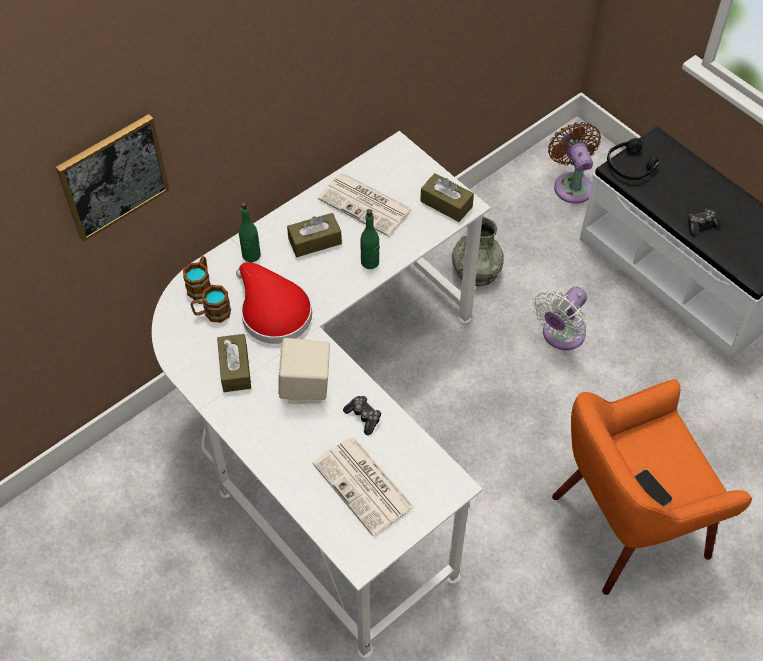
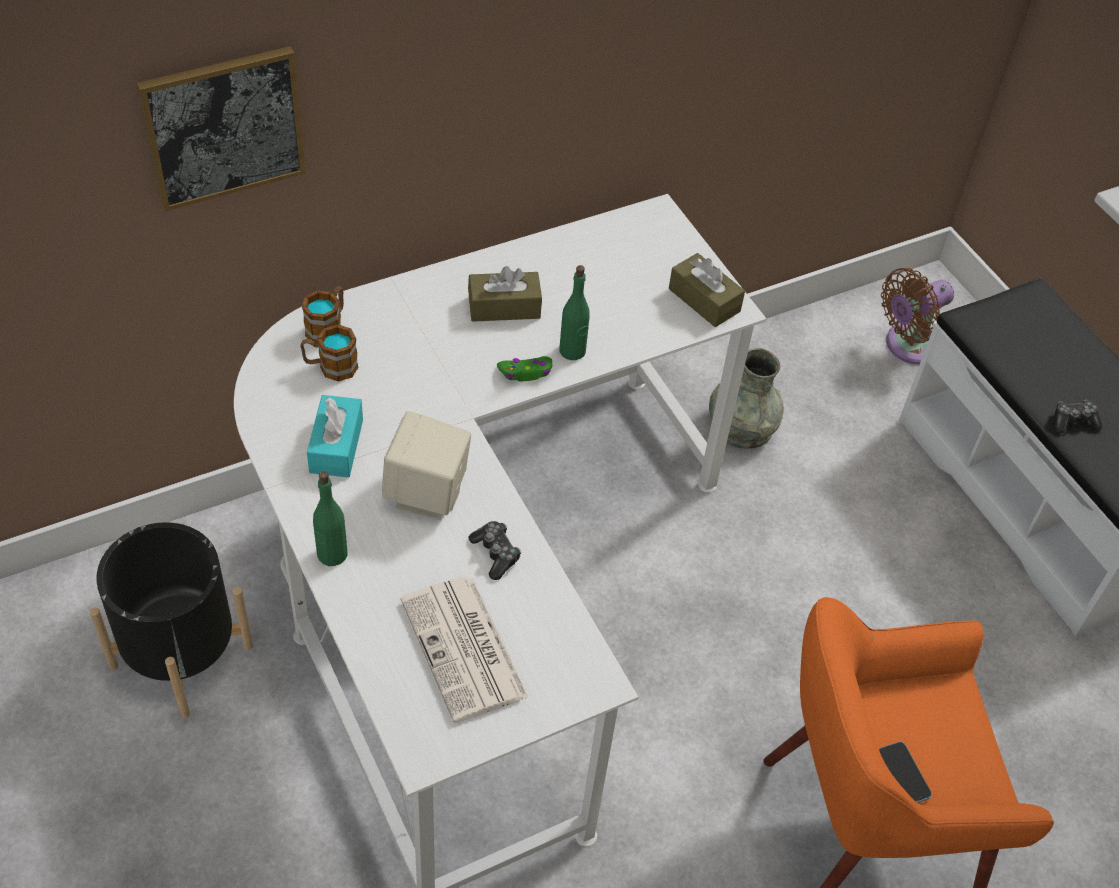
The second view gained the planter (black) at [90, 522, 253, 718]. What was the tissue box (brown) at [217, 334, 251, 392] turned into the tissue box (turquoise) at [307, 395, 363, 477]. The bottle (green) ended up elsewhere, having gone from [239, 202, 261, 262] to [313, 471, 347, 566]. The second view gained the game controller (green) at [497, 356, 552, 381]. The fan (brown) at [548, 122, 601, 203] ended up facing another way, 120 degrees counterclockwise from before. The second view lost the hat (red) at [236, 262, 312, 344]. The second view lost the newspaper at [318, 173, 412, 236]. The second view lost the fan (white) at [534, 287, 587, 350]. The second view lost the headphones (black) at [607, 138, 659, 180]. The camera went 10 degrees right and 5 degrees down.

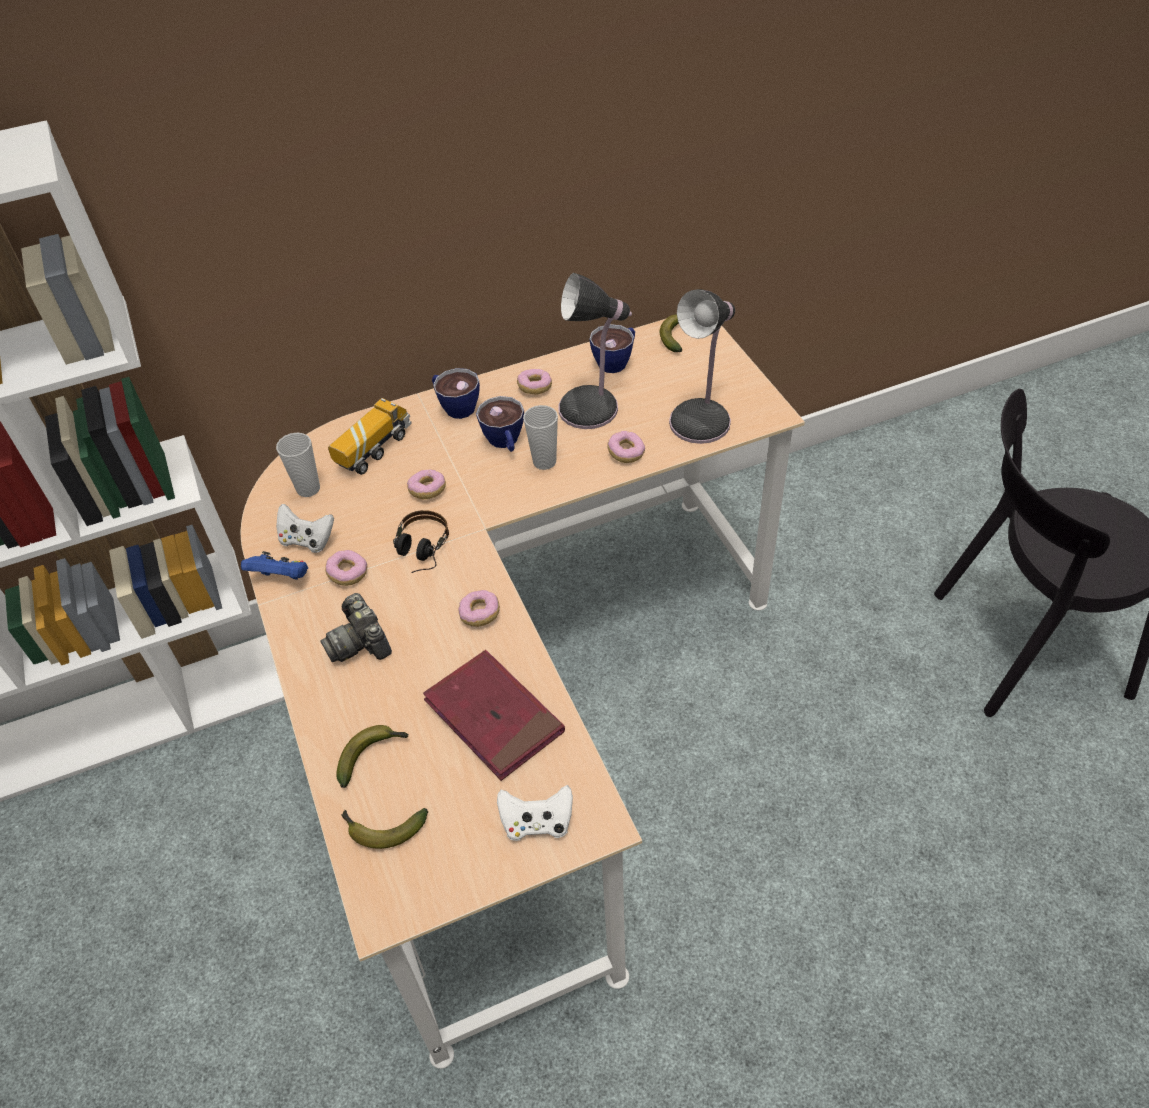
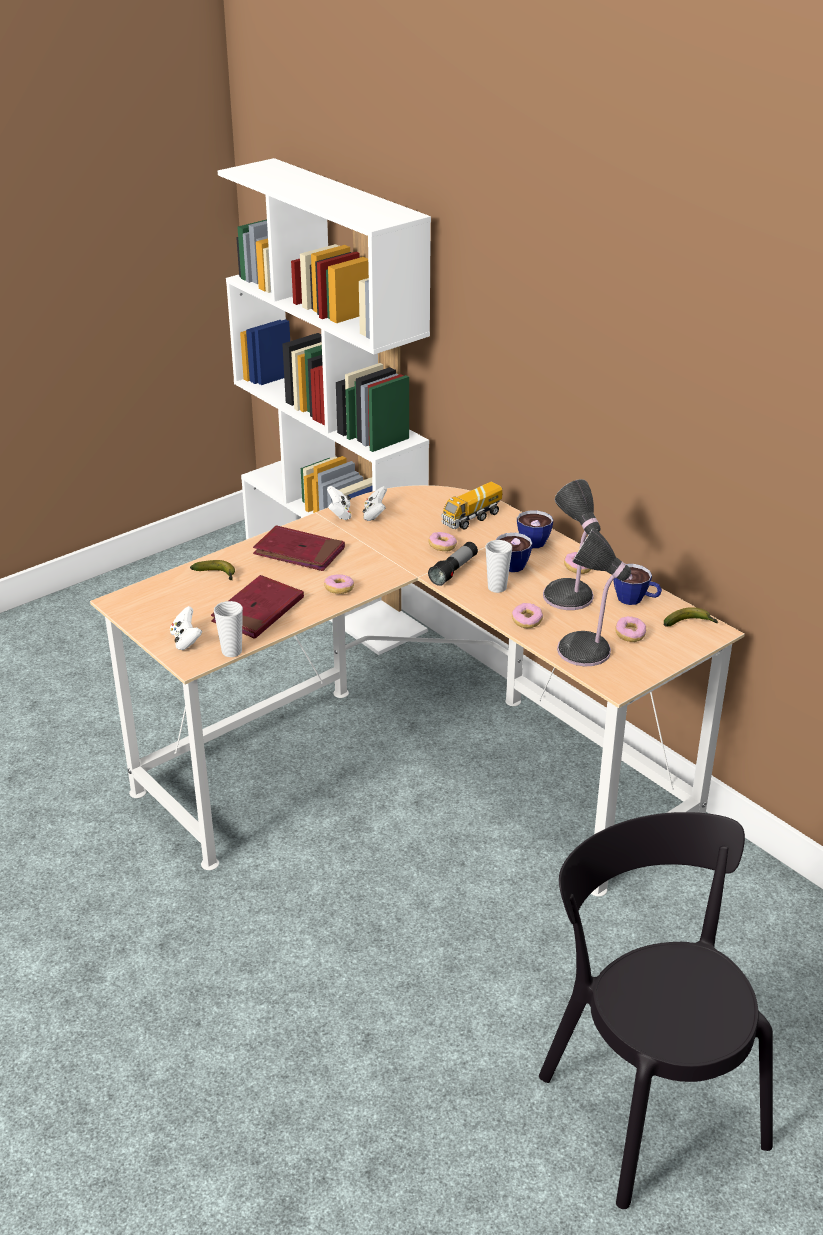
The cup ended up elsewhere, having gone from [276, 433, 320, 497] to [214, 601, 243, 657]. Where the photo camera stood at [320, 593, 392, 662], the book (red) came to stand at [253, 525, 345, 571]. What was the game controller (blue) at [241, 551, 308, 580] turned into the game controller (white) at [327, 486, 351, 520]. The second view gained the flashlight at [428, 542, 478, 586]. The toy truck at [328, 398, 411, 475] ended up facing another way, 120 degrees clockwise from before. The donut ended up elsewhere, having gone from [325, 550, 367, 586] to [615, 616, 646, 642]. The second view lost the banana at [341, 808, 428, 849]. The second view lost the headphones at [393, 510, 449, 573]. The camera went 70 degrees right and 15 degrees down.

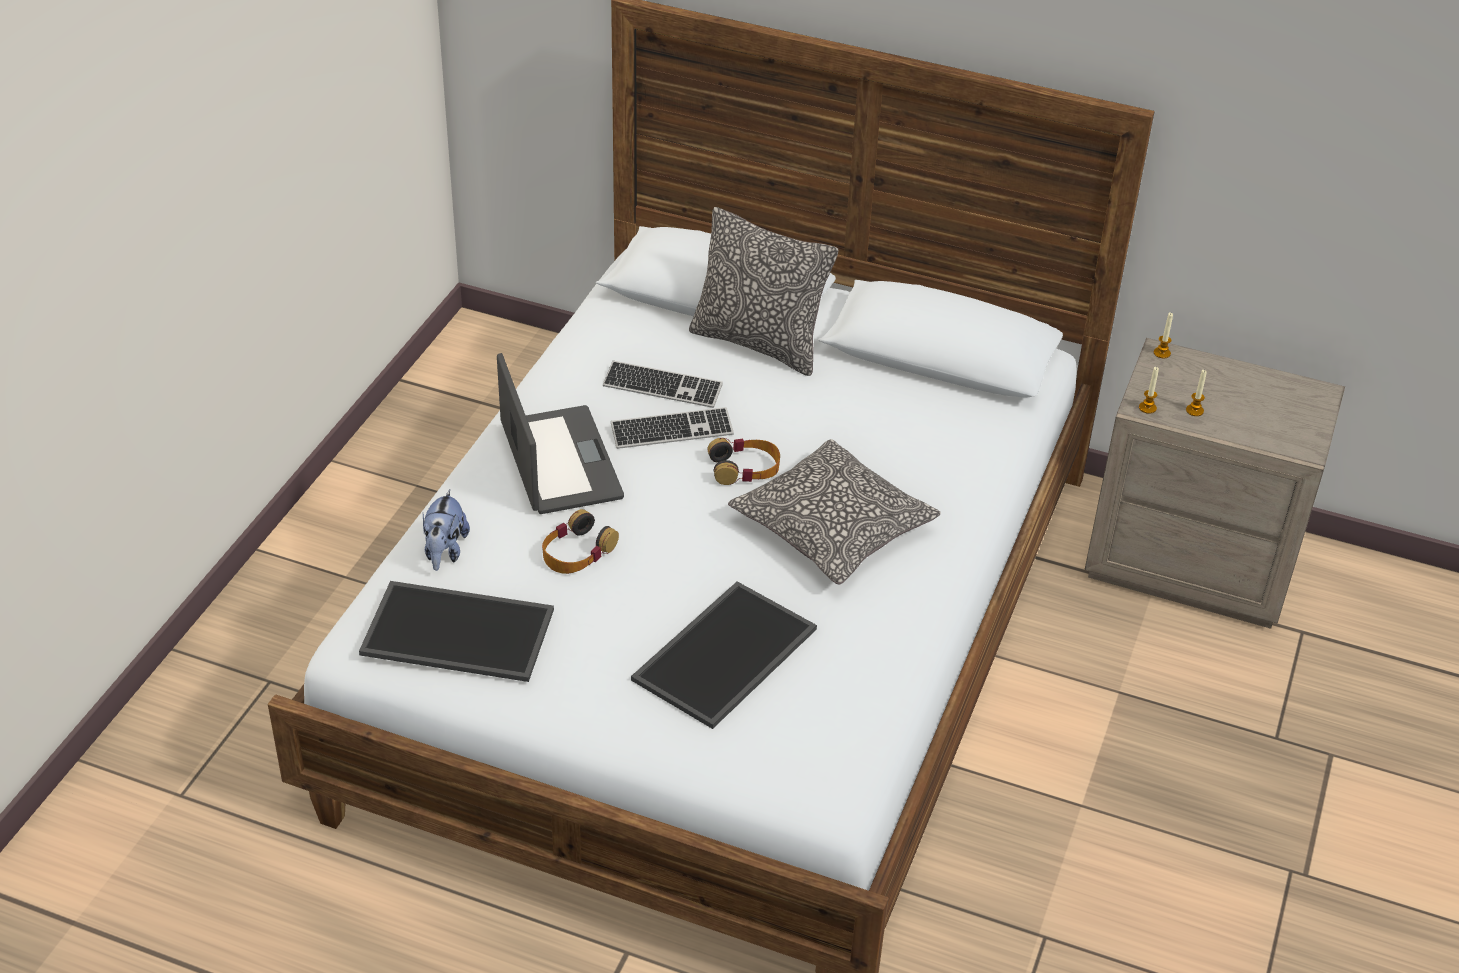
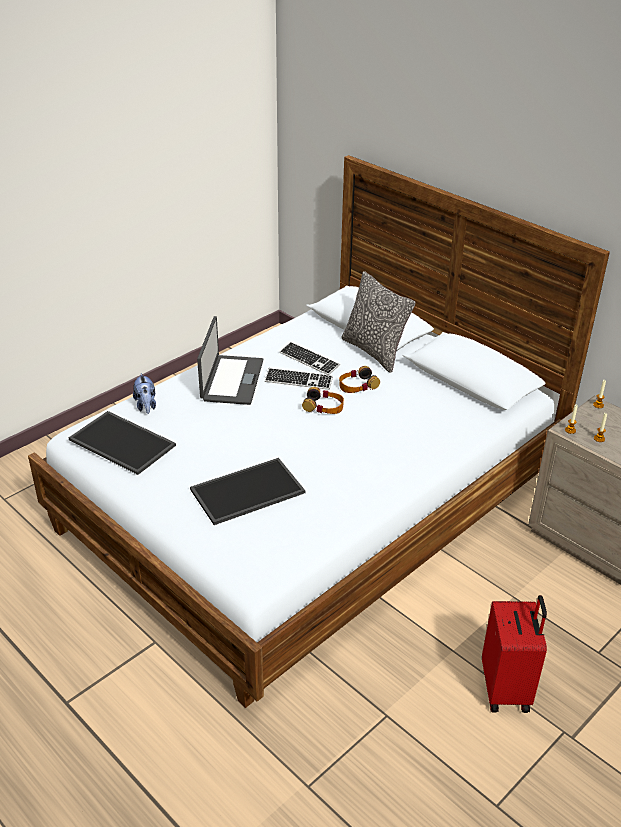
The plush toy at [423, 489, 470, 571] ended up facing another way, 45 degrees counterclockwise from before. The headphones ended up elsewhere, having gone from [542, 509, 619, 574] to [339, 366, 380, 393]. The second view gained the suitcase (red) at [482, 595, 547, 713]. The second view lost the pillow at [728, 439, 941, 584]. The camera went 25 degrees right and 5 degrees down.

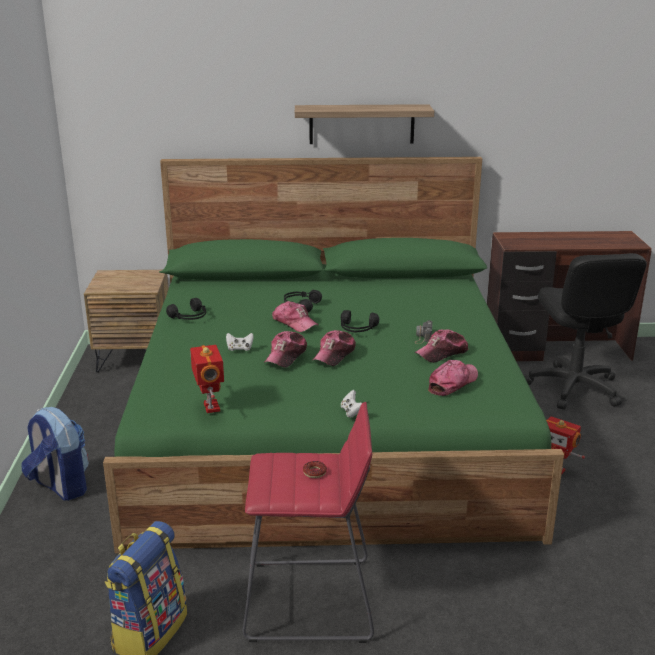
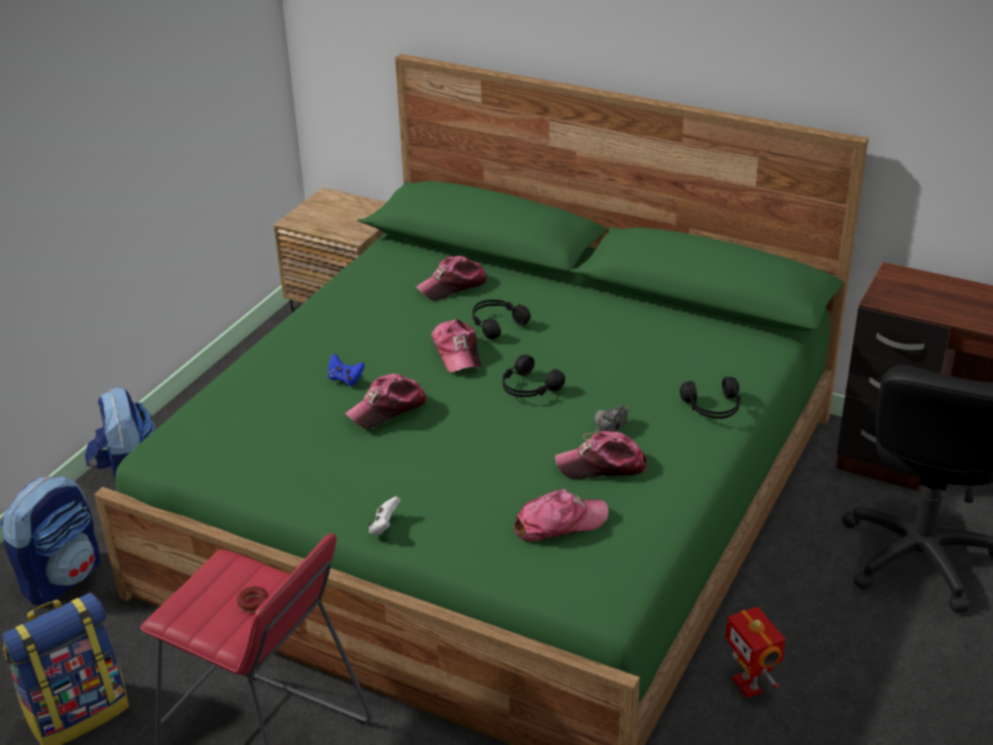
The second view gained the backpack at [1, 476, 101, 605]. What was the game controller (white) at [226, 333, 254, 351] turned into the game controller (blue) at [328, 354, 365, 386]. The cap ended up elsewhere, having gone from [312, 330, 356, 366] to [416, 256, 488, 300]. The headphones (black) ended up elsewhere, having gone from [166, 298, 206, 320] to [680, 377, 741, 419]. The second view lost the toy robot at [190, 345, 224, 413]. The second view lost the shelf at [295, 104, 434, 144]. The camera went 30 degrees right and 10 degrees up.

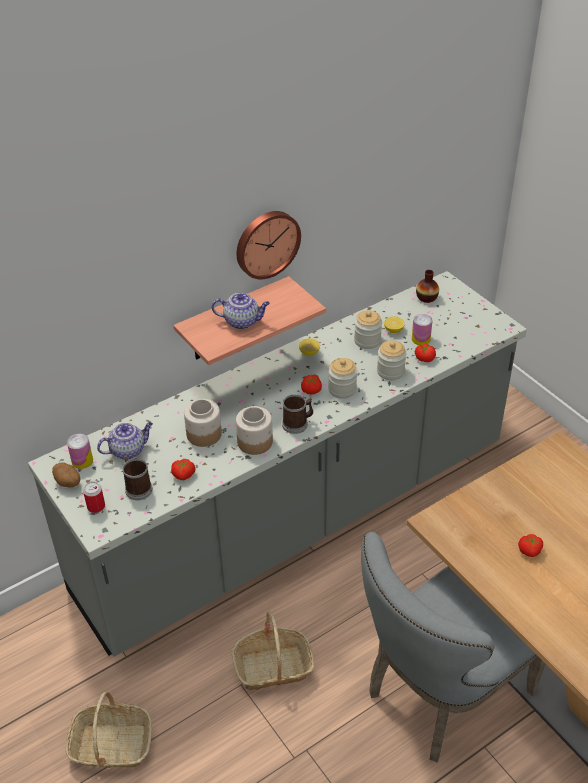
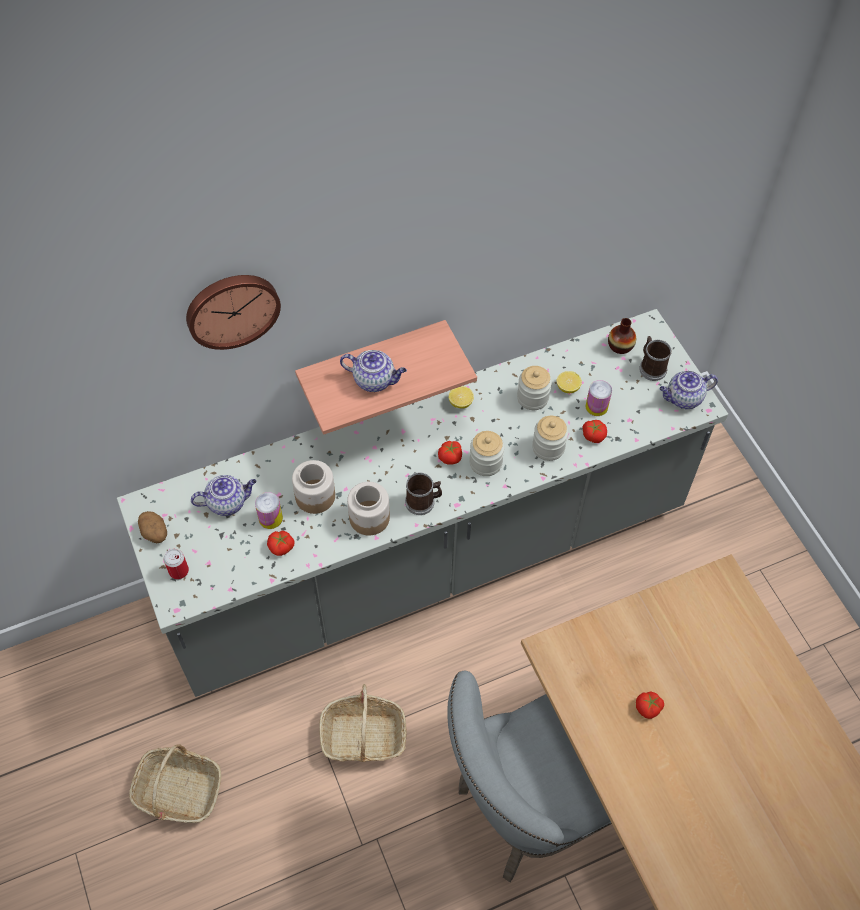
The wall clock ended up elsewhere, having gone from [236, 211, 301, 280] to [186, 275, 281, 350]. The can ended up elsewhere, having gone from [67, 434, 93, 469] to [255, 492, 283, 529]. The mug ended up elsewhere, having gone from [123, 457, 153, 500] to [639, 336, 671, 381]. The second view gained the teapot at [659, 370, 718, 409]. The camera went 10 degrees right and 15 degrees up.

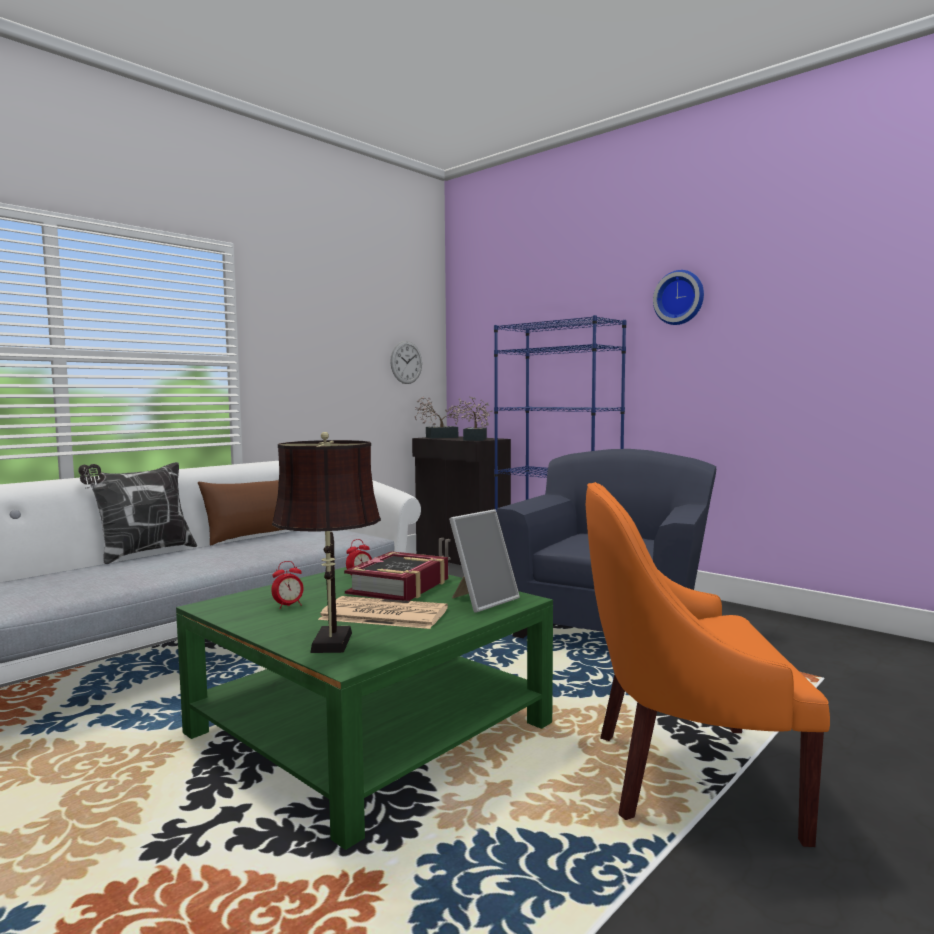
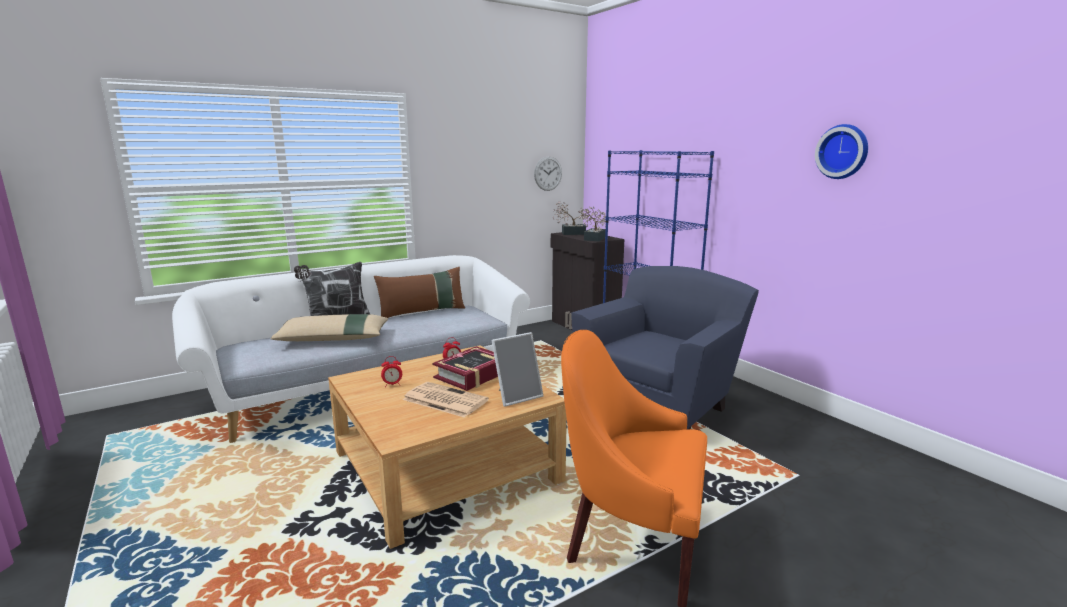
The second view gained the pillow (beige) at [270, 314, 388, 341]. What was the coffee table (green) at [176, 567, 553, 850] turned into the coffee table (beige) at [328, 345, 567, 549]. The wall clock ended up elsewhere, having gone from [653, 270, 704, 325] to [815, 124, 868, 179]. The second view lost the table lamp (brown) at [272, 432, 381, 653]. The camera went 15 degrees right and 10 degrees up.

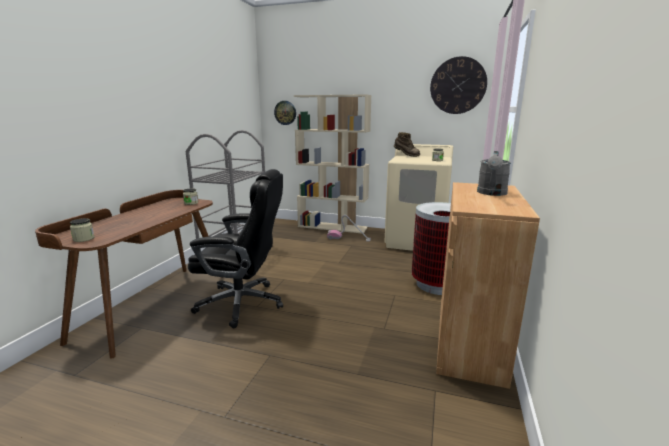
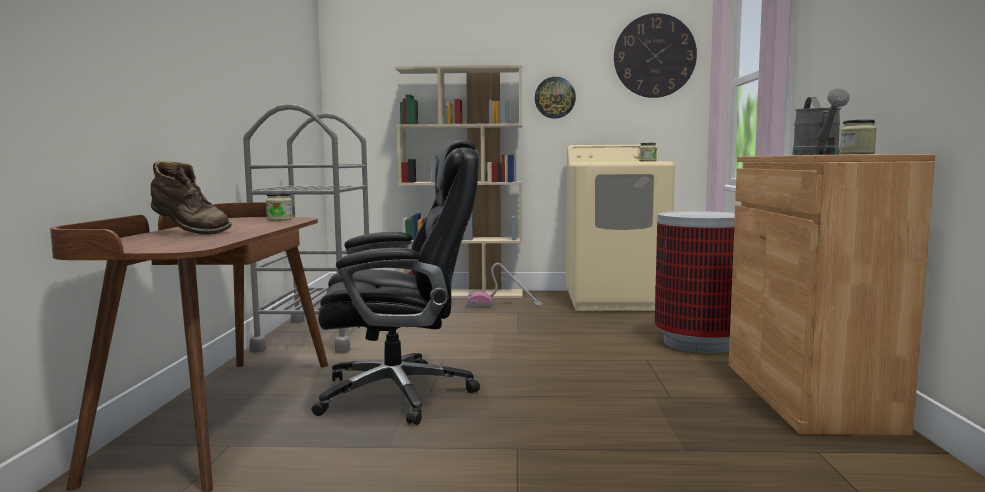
The boot (brown) ended up elsewhere, having gone from [394, 132, 420, 157] to [151, 161, 232, 235]. The wall clock ended up elsewhere, having gone from [274, 101, 296, 125] to [535, 77, 576, 119]. The jar ended up elsewhere, having gone from [70, 218, 95, 242] to [840, 120, 877, 154]. The camera went 15 degrees left and 10 degrees down.

